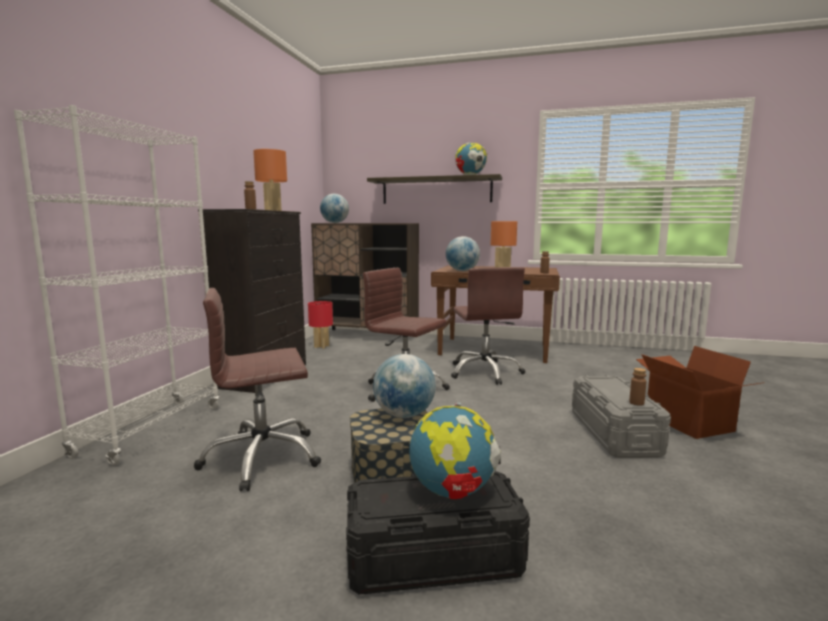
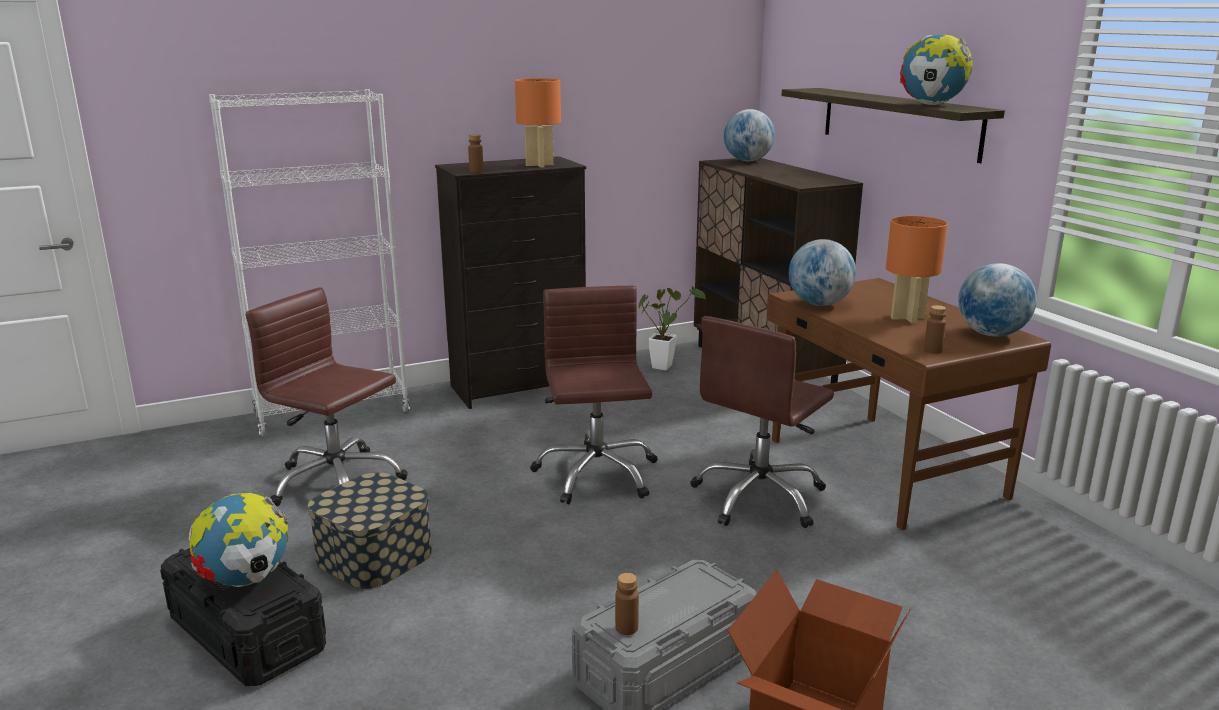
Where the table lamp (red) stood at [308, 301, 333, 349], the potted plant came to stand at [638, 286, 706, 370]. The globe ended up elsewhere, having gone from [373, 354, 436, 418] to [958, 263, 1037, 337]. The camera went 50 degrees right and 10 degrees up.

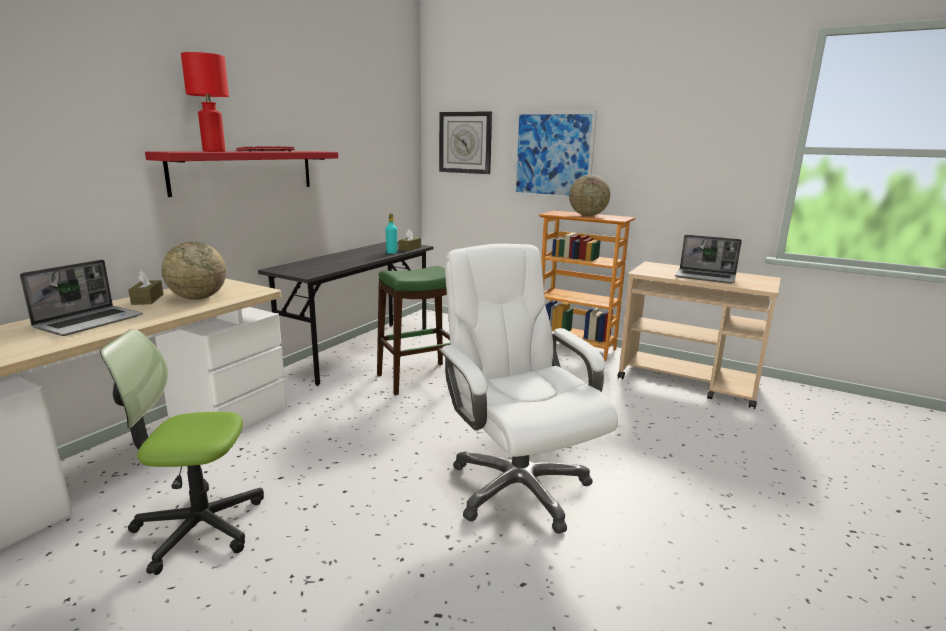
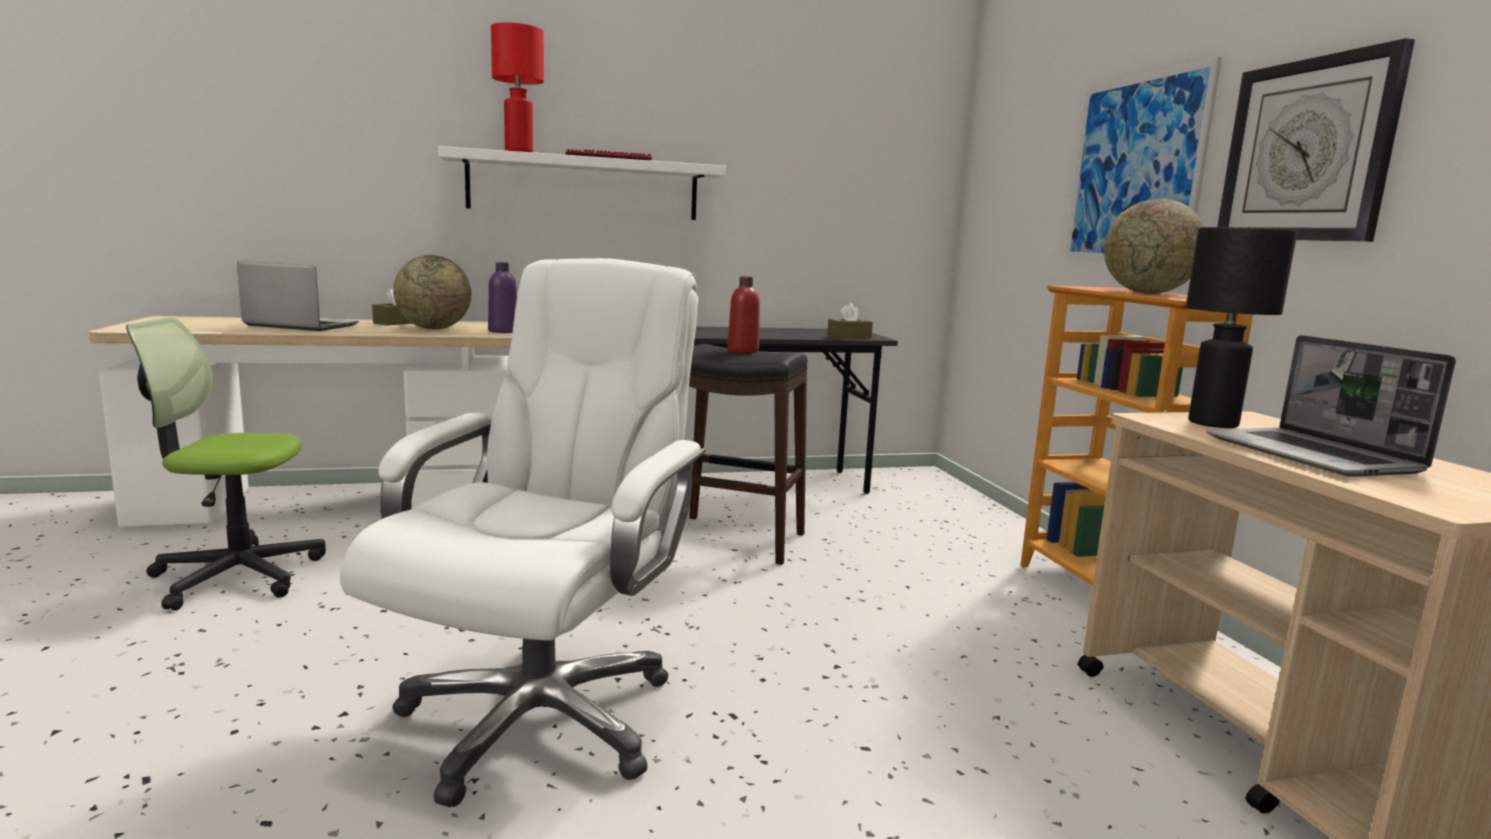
The office chair at [100, 329, 264, 575] ended up facing another way, 45 degrees counterclockwise from before. The laptop at [20, 260, 143, 336] ended up facing another way, 150 degrees counterclockwise from before. What was the shelf (red) at [145, 151, 338, 197] turned into the shelf (white) at [438, 146, 726, 220]. The second view gained the bottle (purple) at [488, 262, 517, 333]. What was the stool (green) at [377, 266, 450, 395] turned into the stool (black) at [662, 344, 808, 565]. The second view gained the bottle (red) at [727, 277, 760, 353]. The second view gained the table lamp (black) at [1186, 227, 1298, 428]. The wall clock ended up elsewhere, having gone from [439, 112, 492, 174] to [1217, 38, 1415, 242]. The second view lost the bottle (turquoise) at [386, 214, 397, 254]. The camera went 45 degrees right and 5 degrees down.

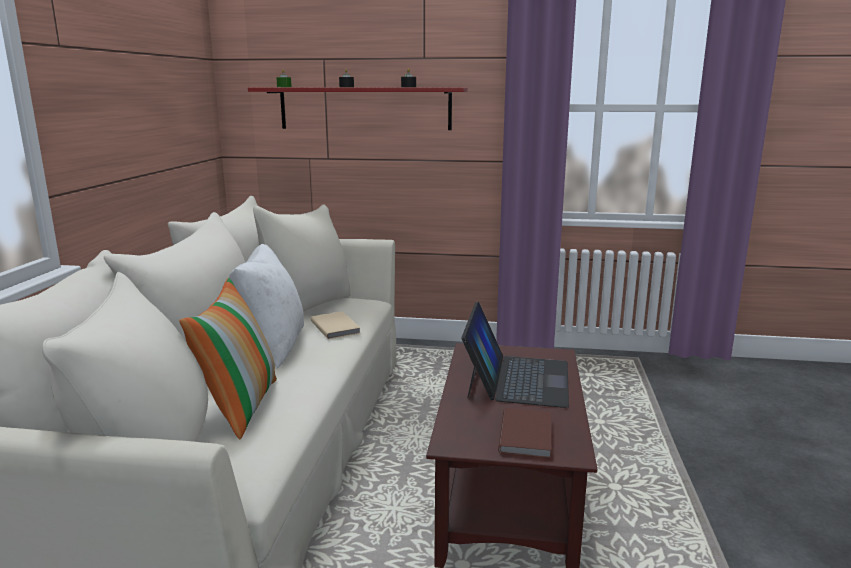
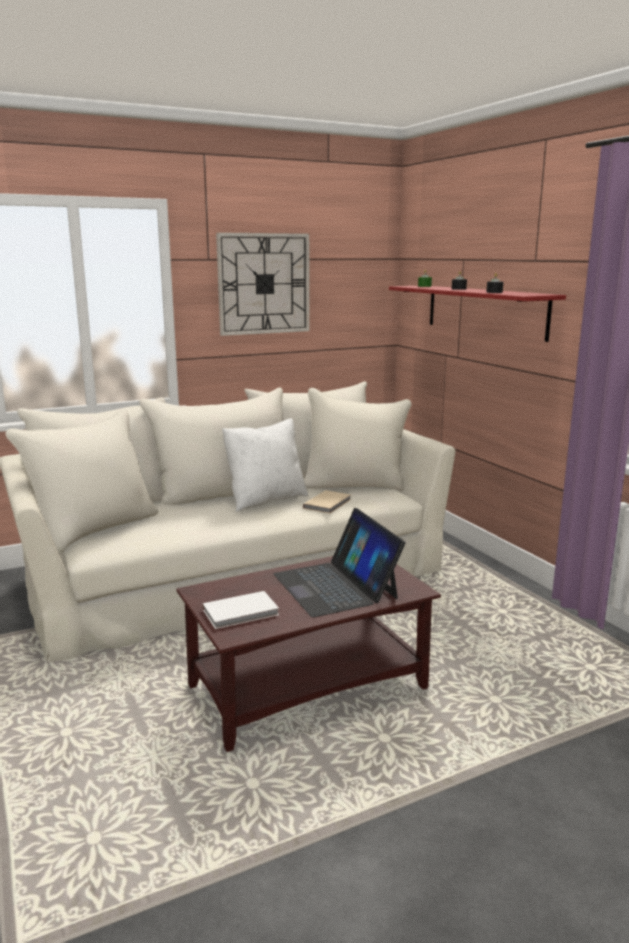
What was the book (brown) at [498, 408, 551, 459] turned into the book (white) at [202, 591, 279, 629]. The second view gained the wall clock at [216, 232, 310, 336]. The laptop at [461, 301, 569, 408] ended up facing another way, 90 degrees clockwise from before. The second view lost the pillow at [179, 278, 277, 439]. The camera went 55 degrees right and 0 degrees up.

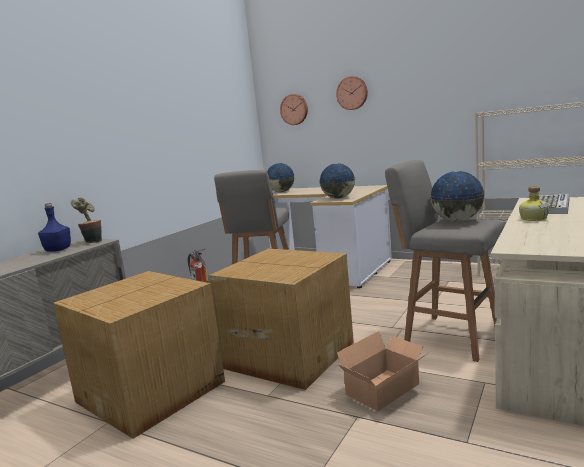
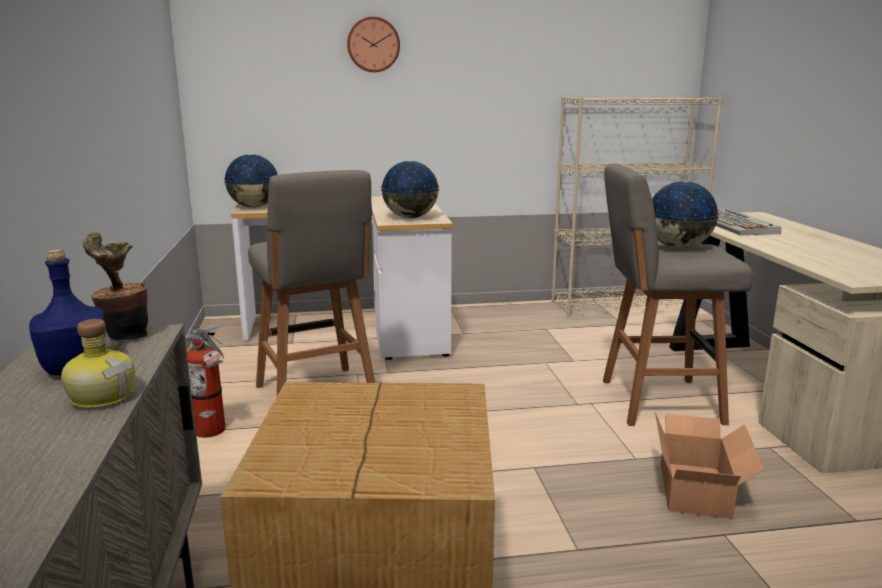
The bottle ended up elsewhere, having gone from [519, 186, 549, 221] to [61, 319, 135, 409]. The second view lost the cardboard box at [208, 249, 354, 390]. The second view lost the wall clock at [280, 94, 308, 125]. The camera went 40 degrees left and 5 degrees up.

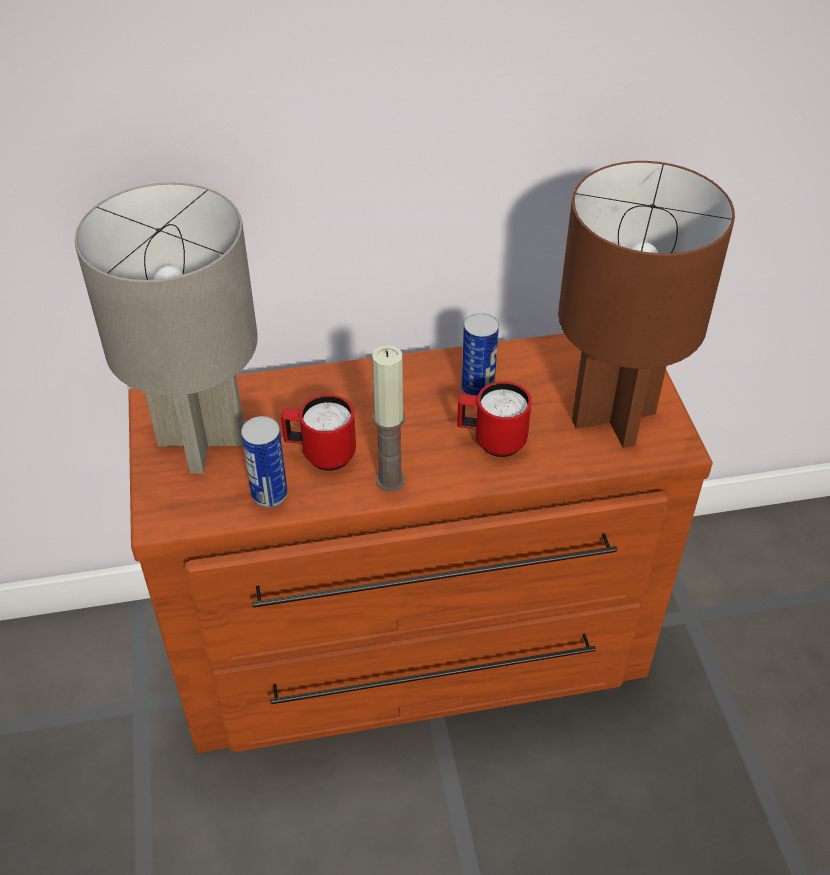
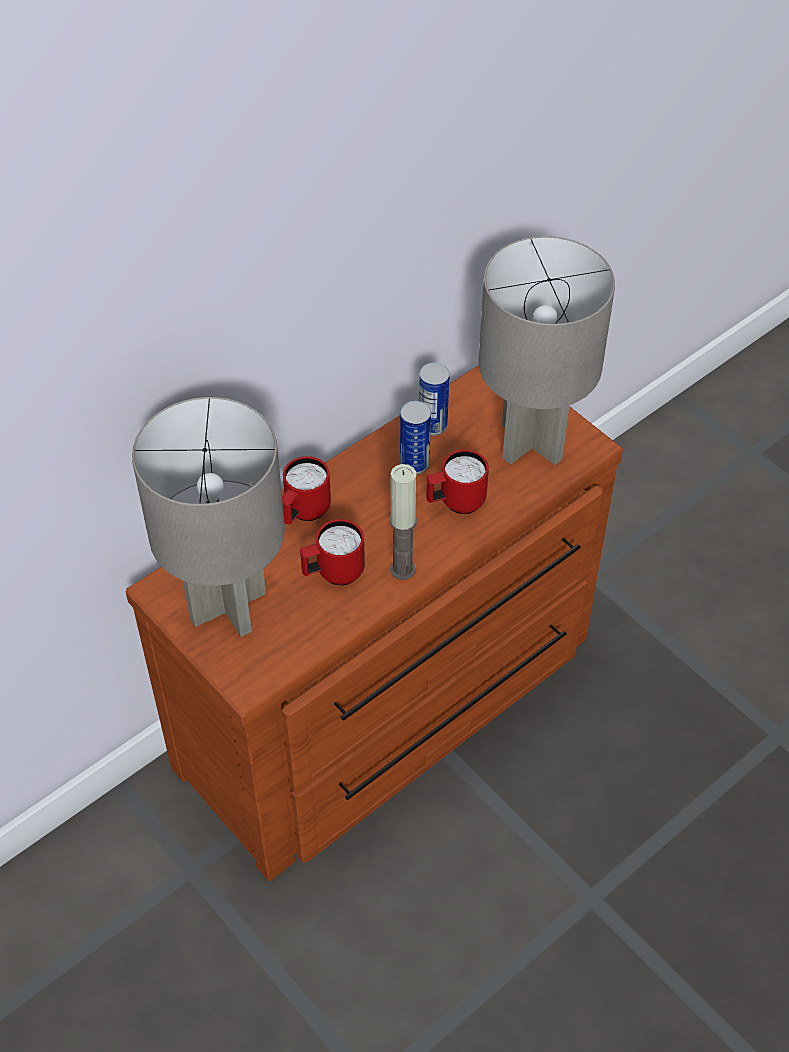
The second view gained the mug (red) at [282, 456, 331, 524]. The can ended up elsewhere, having gone from [241, 416, 288, 508] to [419, 363, 450, 436]. What was the table lamp (brown) at [558, 161, 735, 448] turned into the table lamp (grey) at [478, 236, 615, 465]. The camera went 30 degrees left and 5 degrees up.

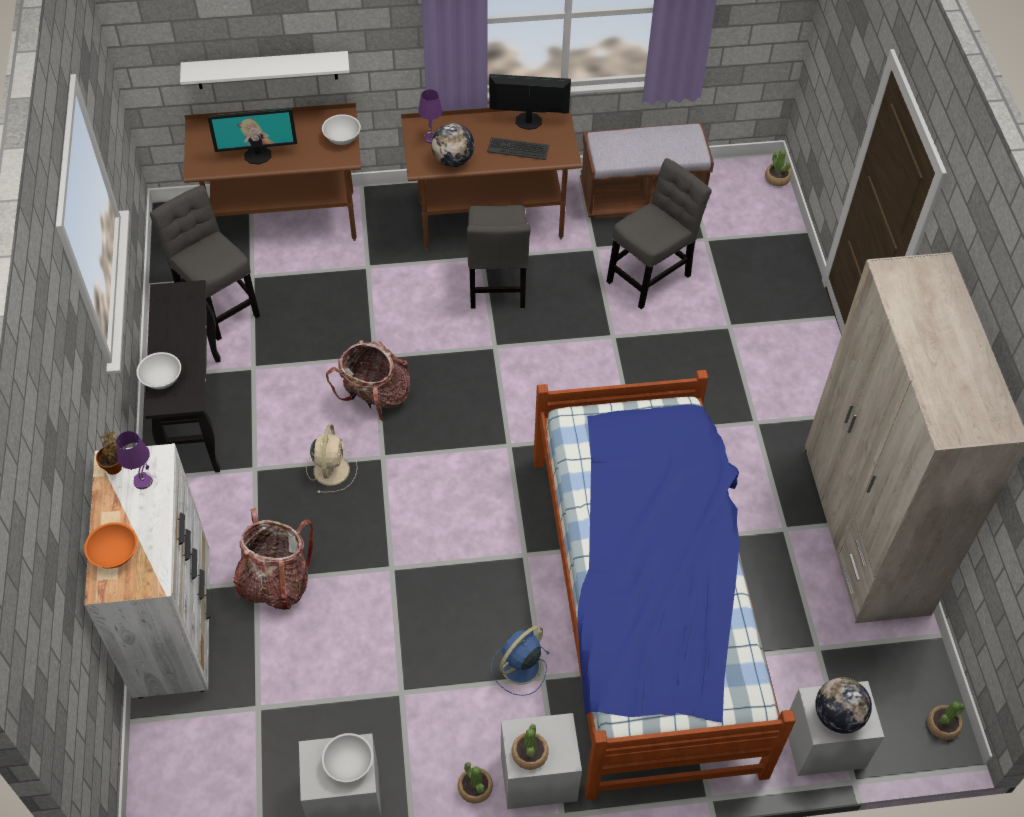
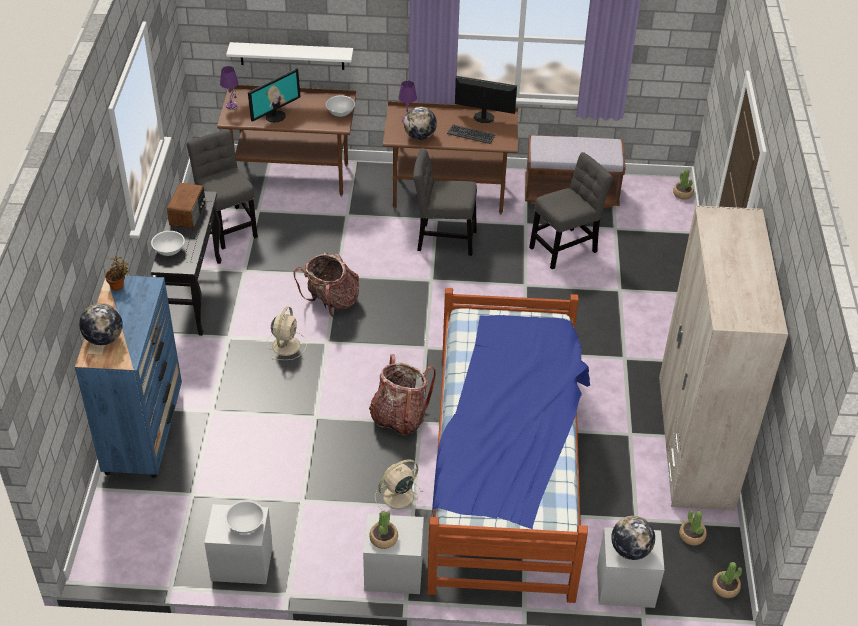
What was the dresser (white) at [84, 443, 211, 698] turned into the dresser (blue) at [75, 276, 182, 478]. Where the bowl (orange) stood at [84, 522, 137, 569], the globe came to stand at [79, 303, 123, 345]. The second view gained the radio at [167, 183, 206, 228]. The table lamp (purple) ended up elsewhere, having gone from [116, 431, 153, 489] to [220, 66, 238, 109]. The monitor at [207, 108, 297, 165] ended up facing another way, 45 degrees counterclockwise from before. The backpack ended up elsewhere, having gone from [233, 508, 314, 610] to [369, 354, 436, 435]. What was the fan (blue) at [491, 625, 550, 696] turned into the fan (beige) at [375, 459, 423, 516]. The chair (grey) at [467, 205, 531, 309] ended up facing another way, 90 degrees clockwise from before. The potted plant ended up elsewhere, having gone from [458, 762, 493, 804] to [679, 510, 707, 545]. The camera went 10 degrees right and 10 degrees down.

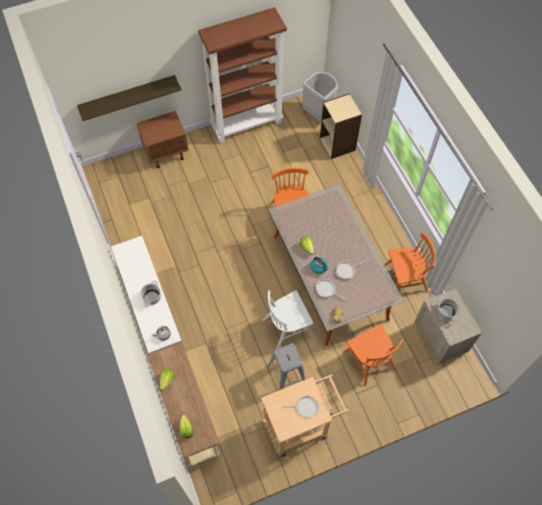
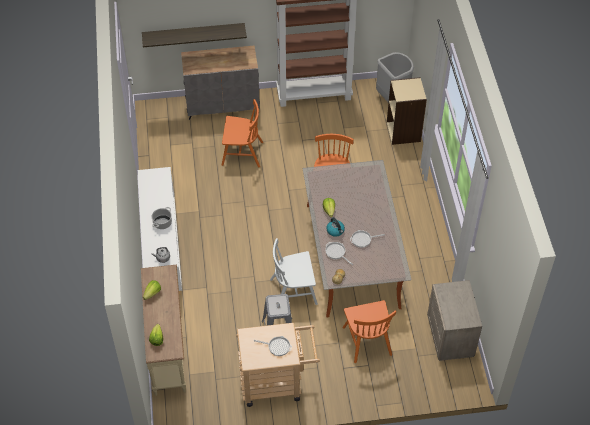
Where the nightstand (brown) stood at [136, 111, 189, 168], the cabinet (grey) came to stand at [181, 46, 260, 120]. The chair (orange) ended up elsewhere, having gone from [384, 232, 436, 291] to [222, 99, 263, 167]. The second view lost the cooking pot at [437, 296, 459, 321]. The camera went 15 degrees right and 10 degrees down.

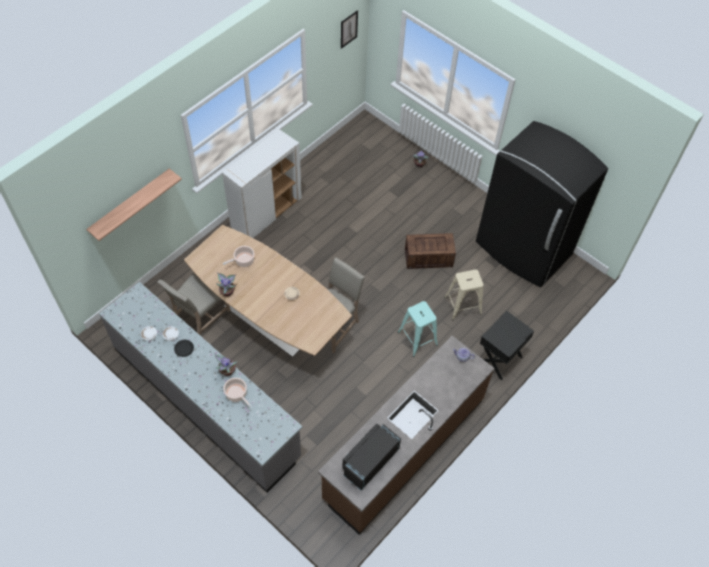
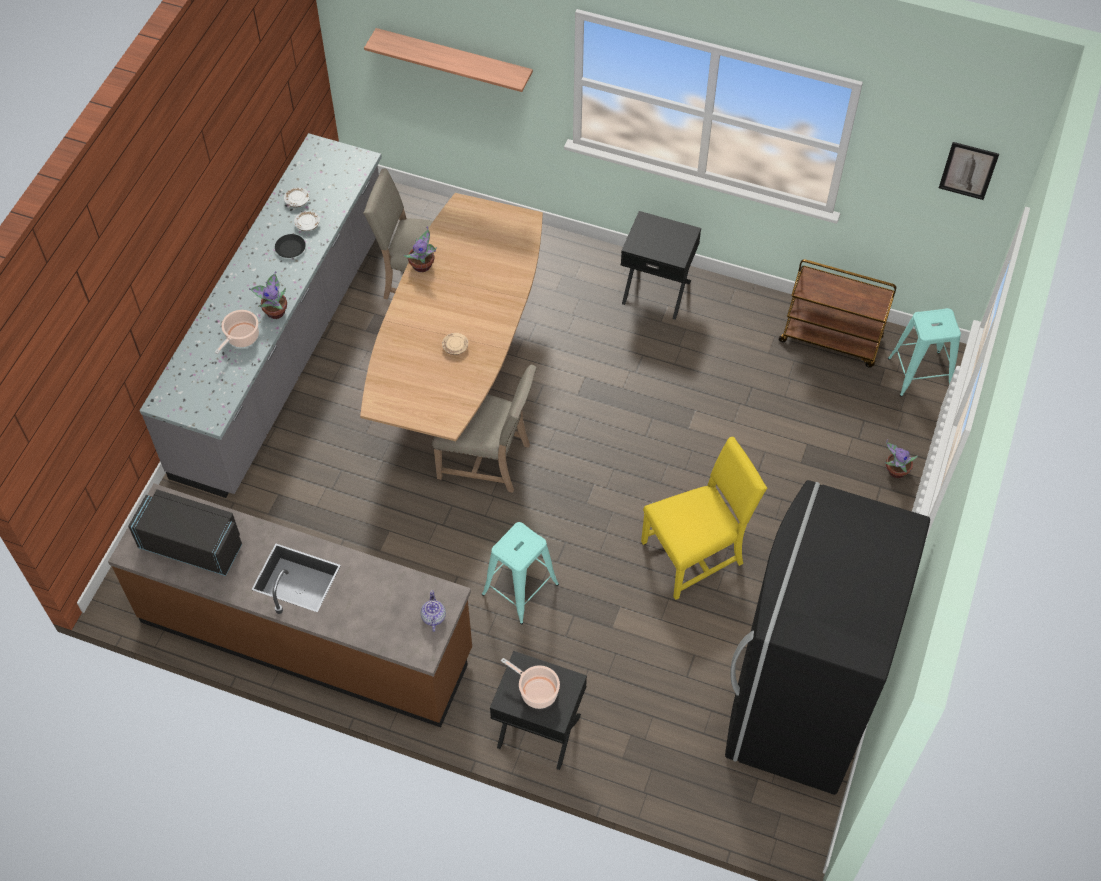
The cooking pot ended up elsewhere, having gone from [223, 246, 254, 267] to [501, 658, 560, 709]. Where the cabinet (white) stood at [222, 129, 302, 238], the nightstand (black) came to stand at [621, 211, 701, 320]. Where the crate stood at [405, 233, 456, 269], the chair (yellow) came to stand at [641, 437, 767, 600]. The second view gained the cart (brown) at [779, 259, 896, 368]. The second view gained the stool (turquoise) at [888, 308, 961, 397]. The second view lost the stool (beige) at [444, 269, 484, 320]. The camera went 70 degrees right and 0 degrees up.

